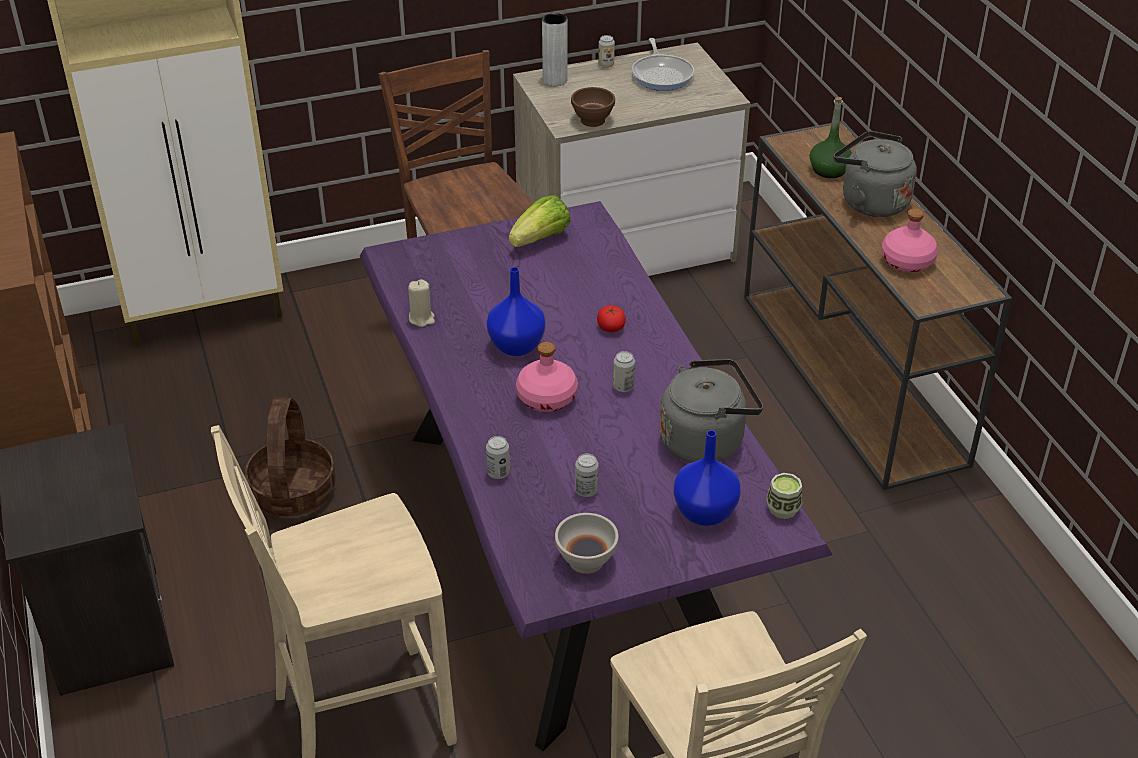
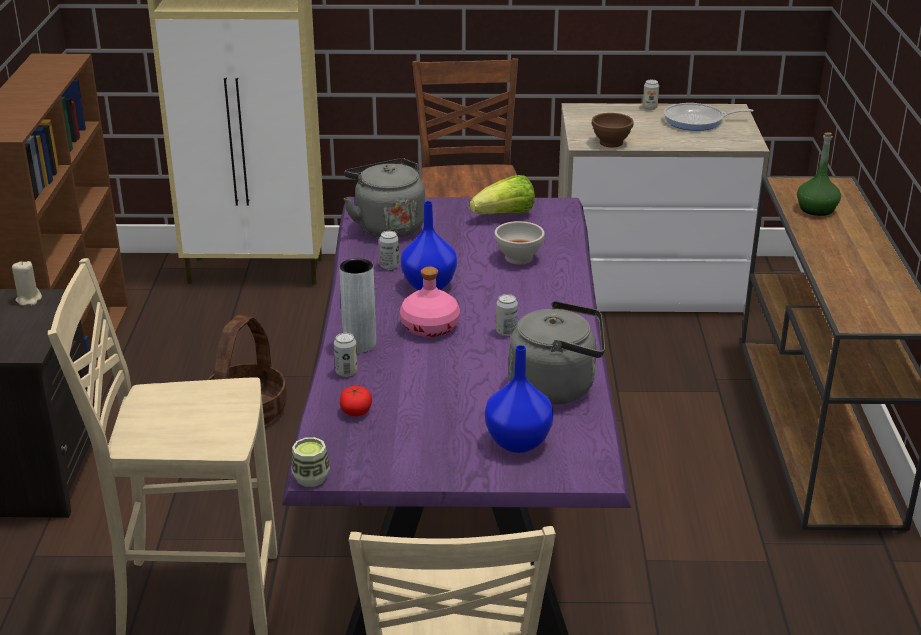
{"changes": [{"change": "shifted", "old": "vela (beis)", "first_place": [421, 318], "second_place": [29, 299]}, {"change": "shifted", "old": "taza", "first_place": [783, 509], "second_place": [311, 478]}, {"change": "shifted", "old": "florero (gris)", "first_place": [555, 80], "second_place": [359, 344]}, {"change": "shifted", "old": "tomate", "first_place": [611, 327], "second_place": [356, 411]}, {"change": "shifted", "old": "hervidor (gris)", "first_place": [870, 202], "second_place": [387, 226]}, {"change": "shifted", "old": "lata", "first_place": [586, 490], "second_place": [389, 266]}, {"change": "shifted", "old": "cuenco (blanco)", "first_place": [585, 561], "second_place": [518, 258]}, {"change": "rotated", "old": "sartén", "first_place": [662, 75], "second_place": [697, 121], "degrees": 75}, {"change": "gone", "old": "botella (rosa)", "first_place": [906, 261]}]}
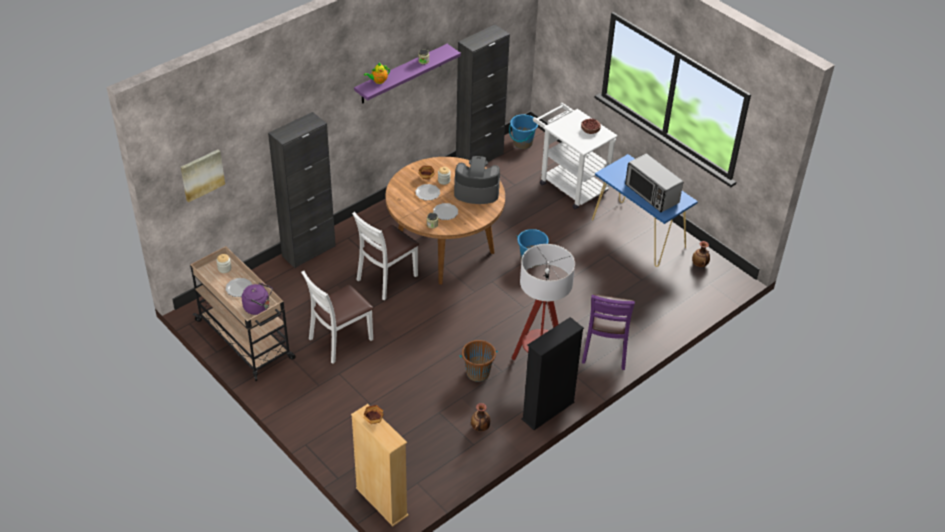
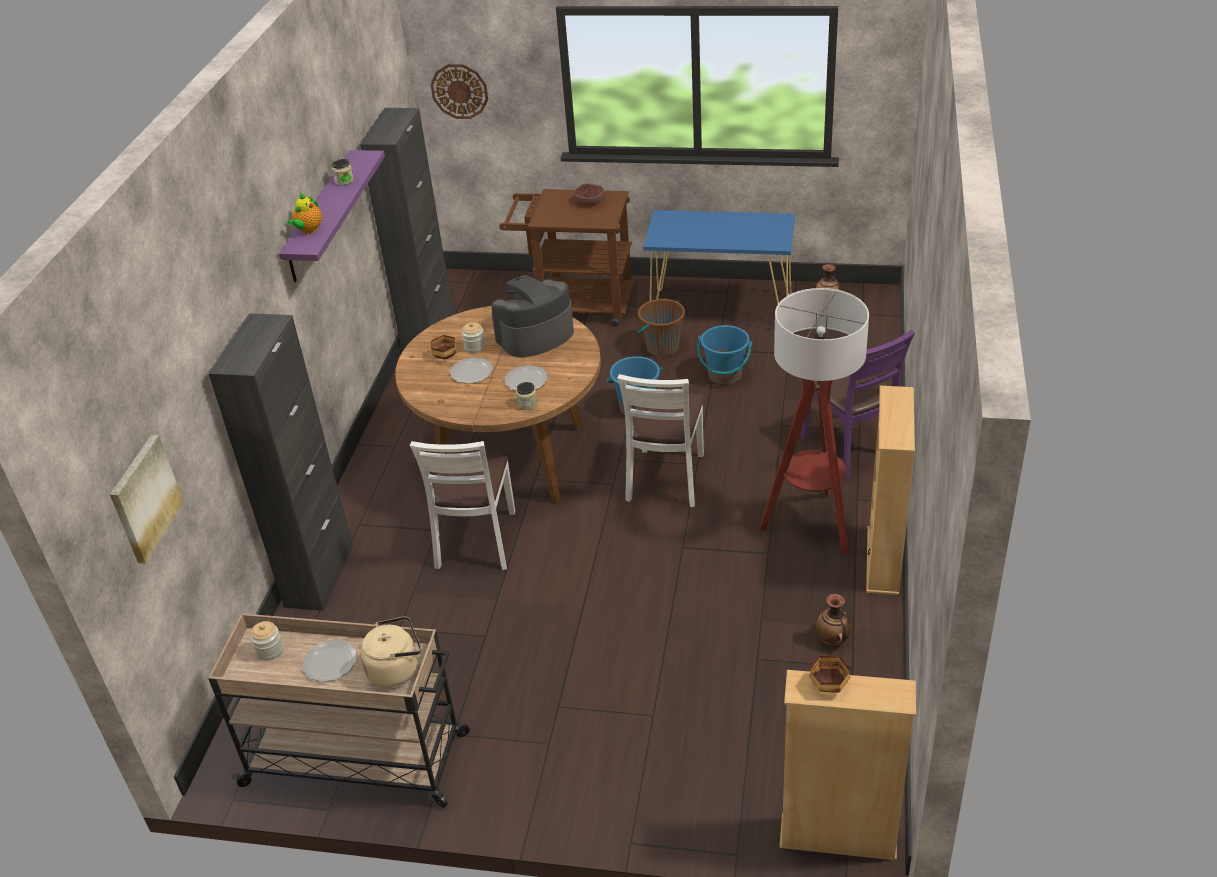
{"changes": [{"change": "repainted", "old": "hervidor (morado)", "new": "hervidor (beis)", "first_place": [258, 307], "second_place": [396, 669]}, {"change": "new", "new": "reloj de pared", "second_place": [459, 91]}, {"change": "repainted", "old": "carrito (blanco)", "new": "carrito (marrón)", "first_place": [569, 184], "second_place": [576, 305]}, {"change": "shifted", "old": "silla (blanco)", "first_place": [340, 340], "second_place": [666, 478]}, {"change": "shifted", "old": "cubo (marrón)", "first_place": [478, 373], "second_place": [662, 347]}, {"change": "shifted", "old": "cubo (azul)", "first_place": [522, 143], "second_place": [725, 375]}, {"change": "repainted", "old": "estantería (negro)", "new": "estantería (beis)", "first_place": [548, 411], "second_place": [883, 560]}, {"change": "gone", "old": "microondas", "first_place": [651, 194]}]}
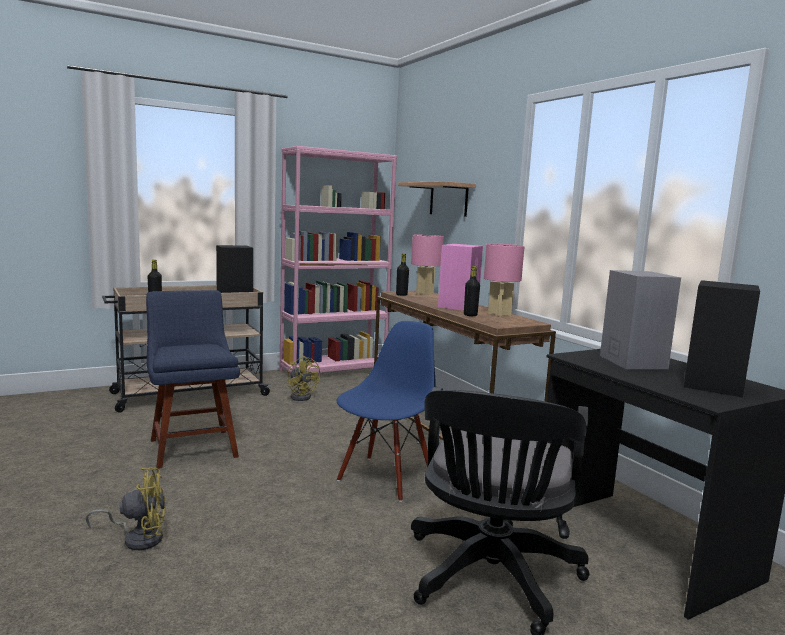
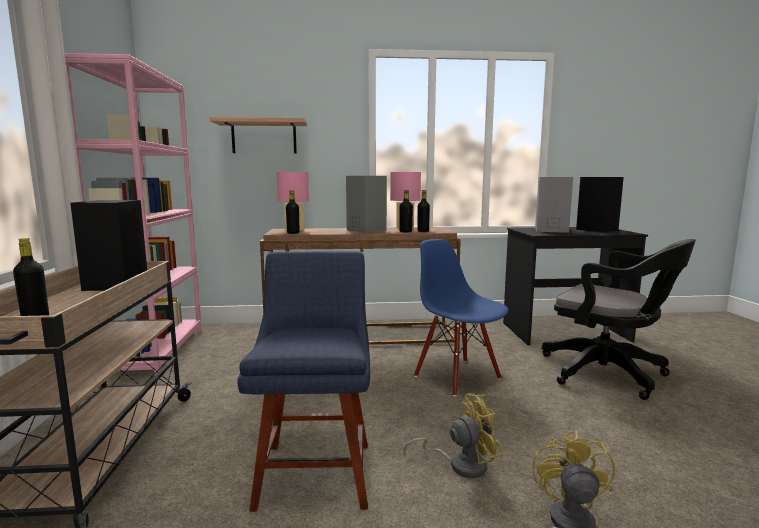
{"changes": [{"change": "rotated", "old": "silla (azul)", "first_place": [192, 446], "second_place": [316, 469], "degrees": 90}, {"change": "repainted", "old": "altavoz (rosa)", "new": "altavoz (gris)", "first_place": [458, 306], "second_place": [365, 230]}, {"change": "shifted", "old": "ventilador (amarillo)", "first_place": [302, 396], "second_place": [460, 464]}, {"change": "new", "new": "botella (negro)", "second_place": [423, 231]}]}
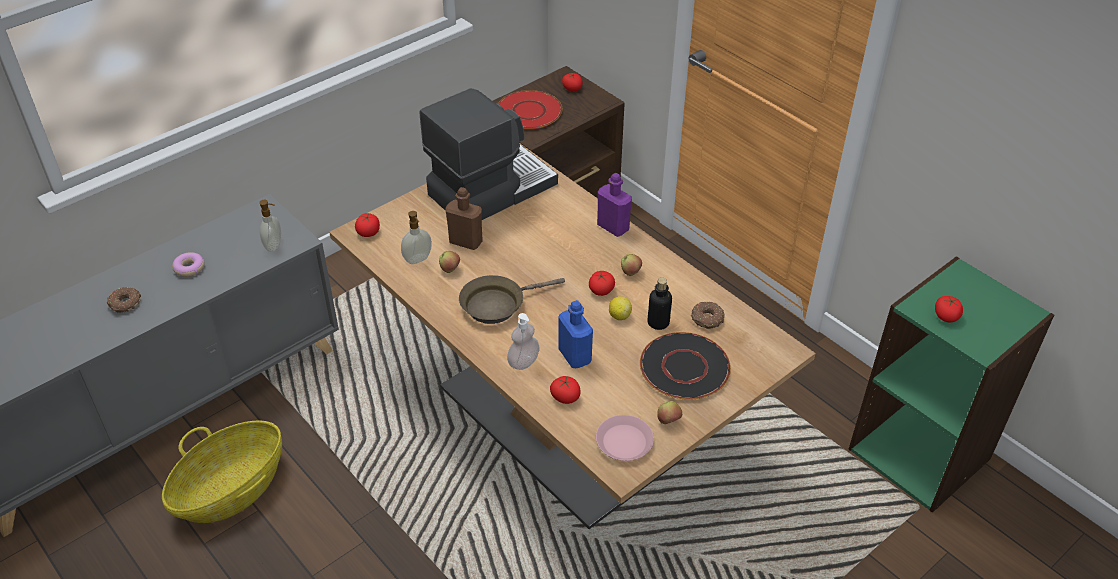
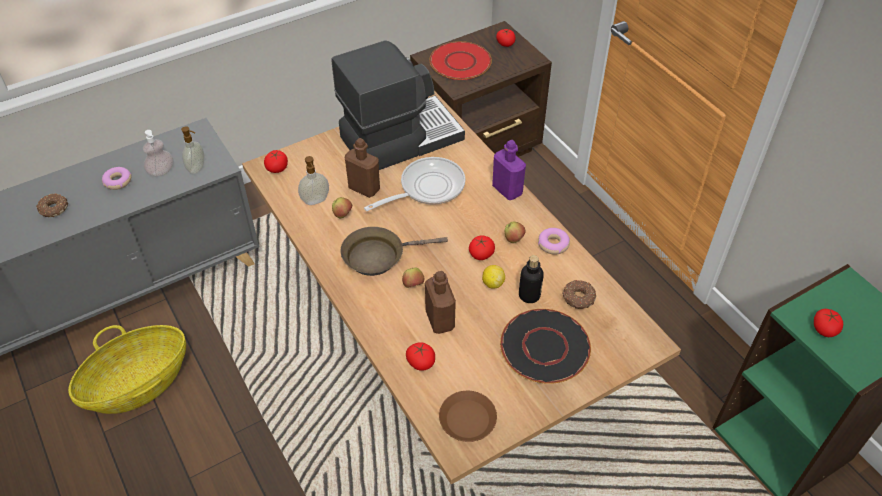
{"changes": [{"change": "shifted", "old": "dispensador de jabón", "first_place": [523, 362], "second_place": [161, 171]}, {"change": "new", "new": "sartén", "second_place": [427, 188]}, {"change": "shifted", "old": "manzana", "first_place": [668, 421], "second_place": [413, 285]}, {"change": "repainted", "old": "botella (azul)", "new": "botella (marrón)", "first_place": [574, 356], "second_place": [440, 320]}, {"change": "repainted", "old": "plato (rosa)", "new": "plato (marrón)", "first_place": [624, 442], "second_place": [468, 419]}, {"change": "new", "new": "rosquilla", "second_place": [553, 244]}]}
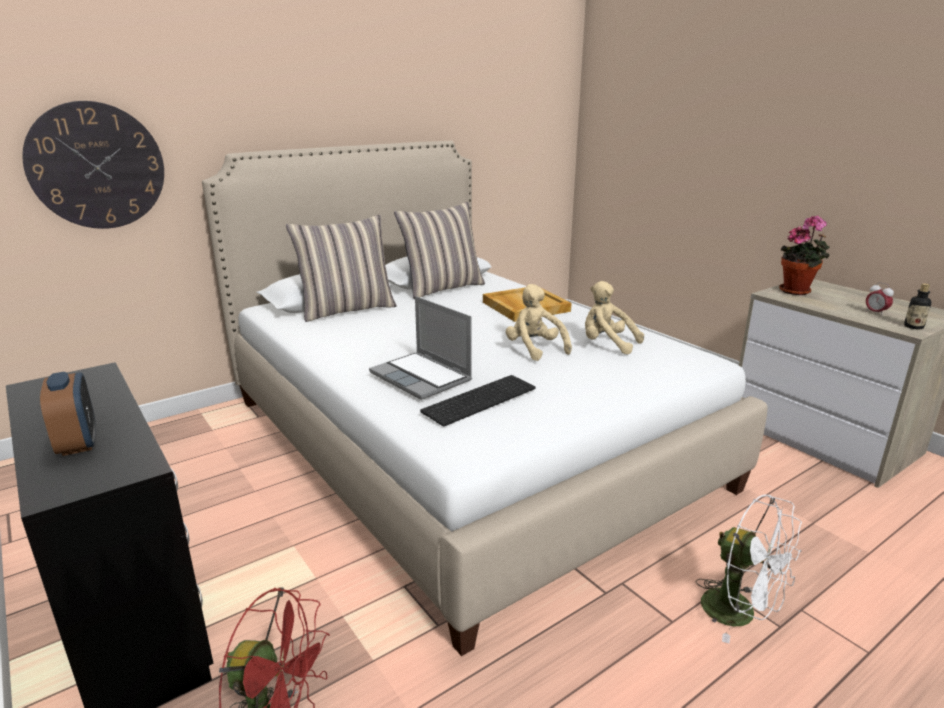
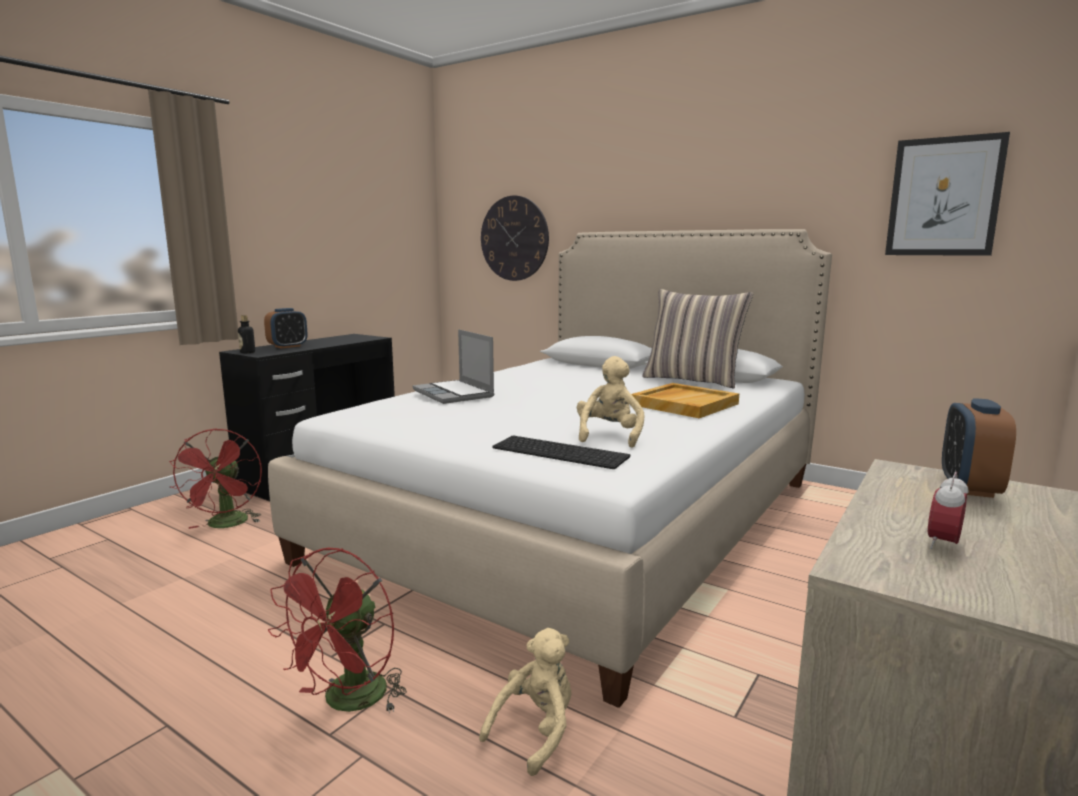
{"changes": [{"change": "shifted", "old": "botella", "first_place": [913, 327], "second_place": [247, 352]}, {"change": "repainted", "old": "ventilador (blanco)", "new": "ventilador (rojo)", "first_place": [740, 613], "second_place": [348, 702]}, {"change": "rotated", "old": "portátil", "first_place": [422, 377], "second_place": [454, 394], "degrees": -60}, {"change": "shifted", "old": "peluche (beis)", "first_place": [535, 349], "second_place": [535, 731]}, {"change": "shifted", "old": "teclado", "first_place": [479, 398], "second_place": [562, 452]}, {"change": "new", "new": "cuadro", "second_place": [944, 197]}, {"change": "swapped", "old": "planta en maceta", "new": "despertador", "first_place": [797, 291], "second_place": [969, 487]}, {"change": "gone", "old": "cojín", "first_place": [347, 309]}]}
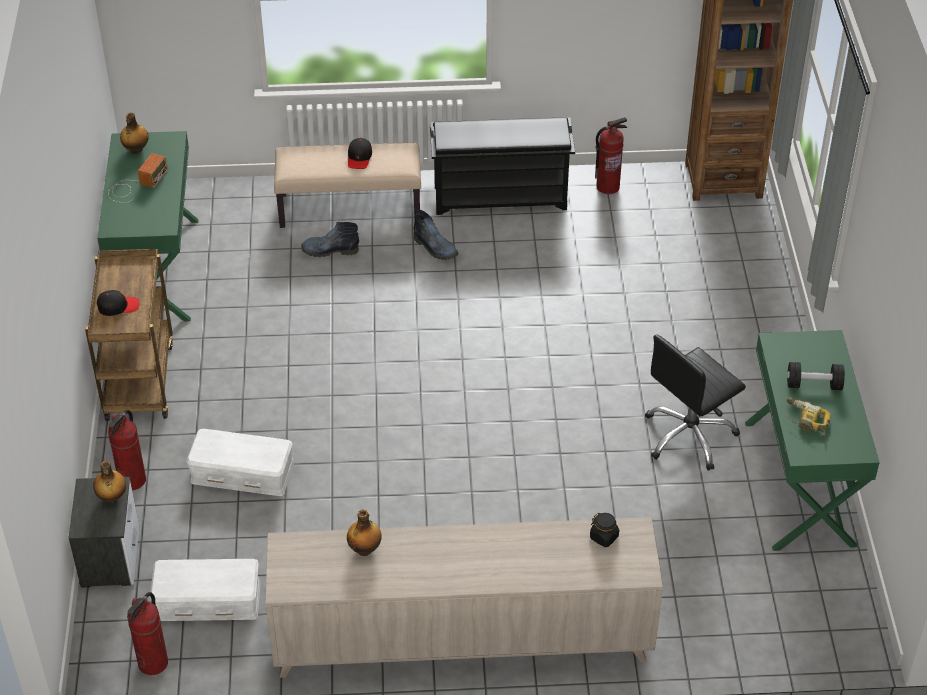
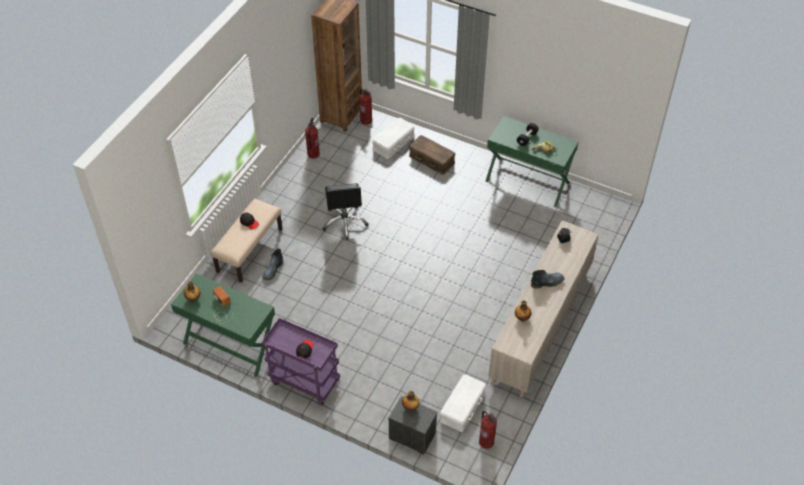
{"changes": [{"change": "repainted", "old": "carrito (marrón)", "new": "carrito (morado)", "first_place": [138, 380], "second_place": [303, 381]}, {"change": "shifted", "old": "silla de oficina (negro)", "first_place": [689, 436], "second_place": [345, 222]}, {"change": "shifted", "old": "extintor", "first_place": [132, 480], "second_place": [366, 120]}, {"change": "shifted", "old": "caja de almacenaje (blanco)", "first_place": [242, 471], "second_place": [393, 142]}, {"change": "new", "new": "caja de almacenaje (marrón)", "second_place": [432, 159]}, {"change": "shifted", "old": "bota", "first_place": [436, 248], "second_place": [547, 282]}, {"change": "gone", "old": "zapatero (negro)", "first_place": [501, 197]}]}
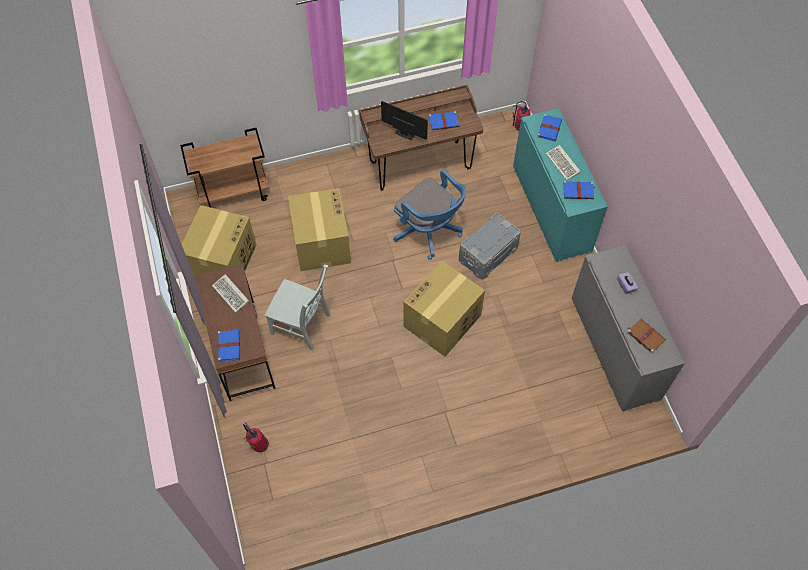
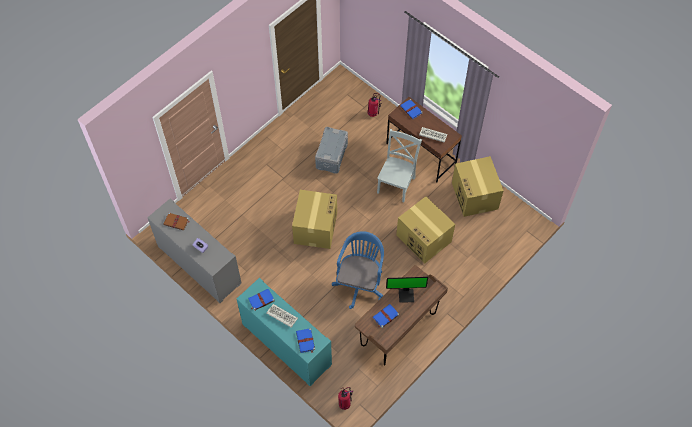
{"changes": [{"change": "shifted", "old": "caja de almacenaje (gris)", "first_place": [487, 254], "second_place": [332, 156]}, {"change": "rotated", "old": "silla de oficina (azul)", "first_place": [429, 232], "second_place": [360, 282], "degrees": 90}, {"change": "rotated", "old": "silla (gris)", "first_place": [303, 325], "second_place": [397, 183], "degrees": 120}, {"change": "gone", "old": "carrito (marrón)", "first_place": [234, 192]}]}
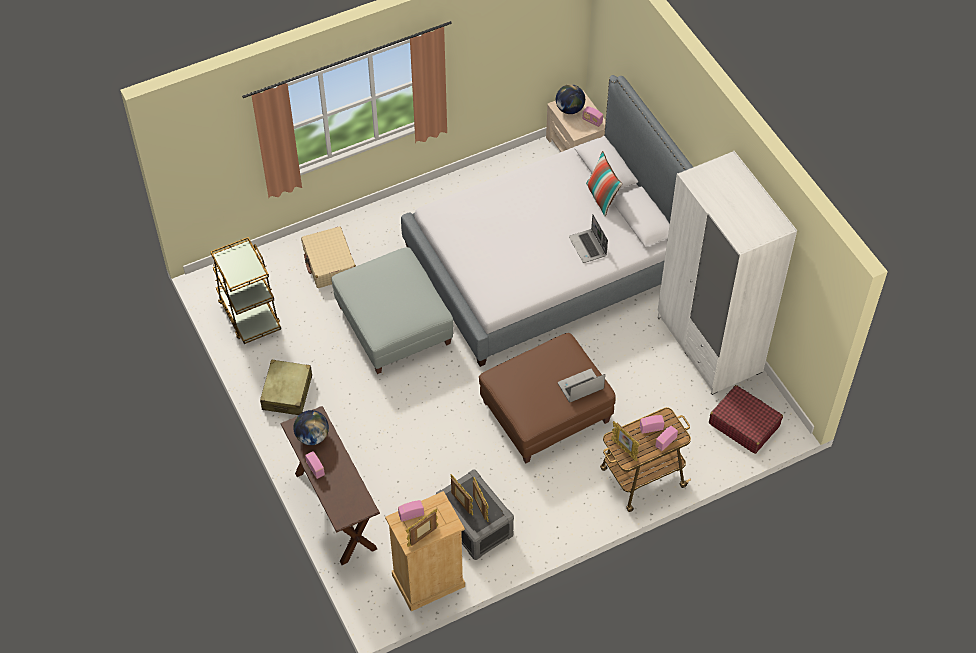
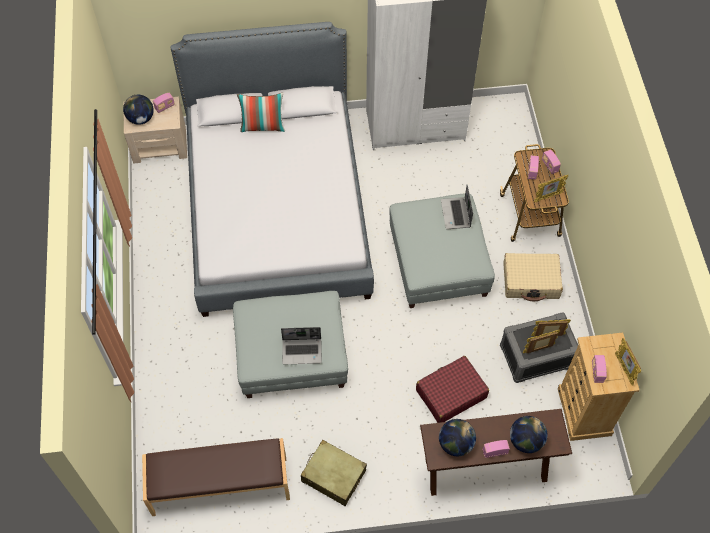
{"changes": [{"change": "swapped", "old": "carrito (marrón)", "new": "banco (marrón)", "first_place": [249, 314], "second_place": [220, 486]}, {"change": "shifted", "old": "portátil", "first_place": [588, 247], "second_place": [302, 351]}, {"change": "repainted", "old": "puf (marrón)", "new": "puf (gris)", "first_place": [545, 412], "second_place": [439, 263]}, {"change": "shifted", "old": "maleta (rojo)", "first_place": [744, 424], "second_place": [450, 394]}, {"change": "shifted", "old": "maleta (beis)", "first_place": [329, 263], "second_place": [531, 281]}, {"change": "new", "new": "globo terráqueo", "second_place": [525, 441]}]}
